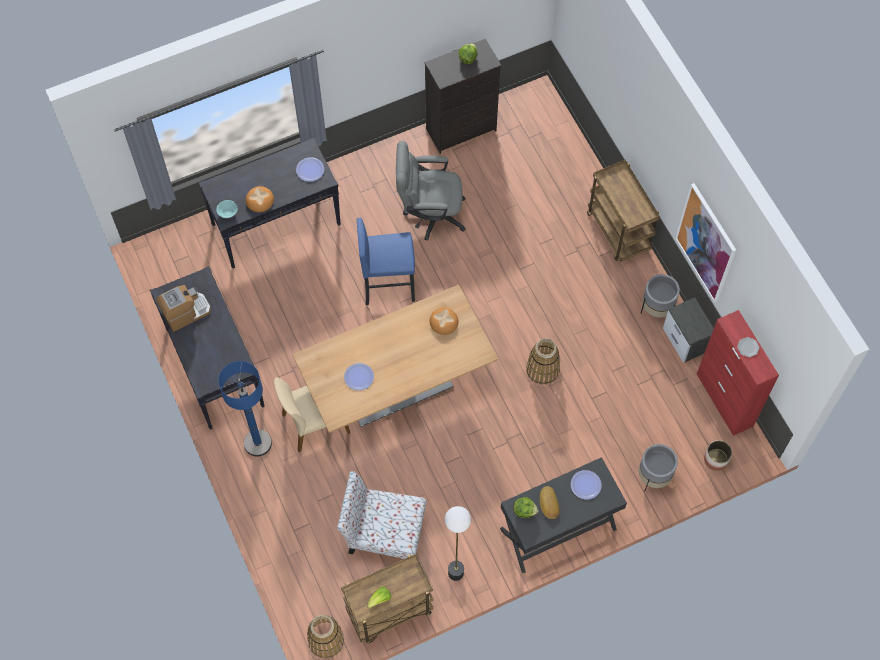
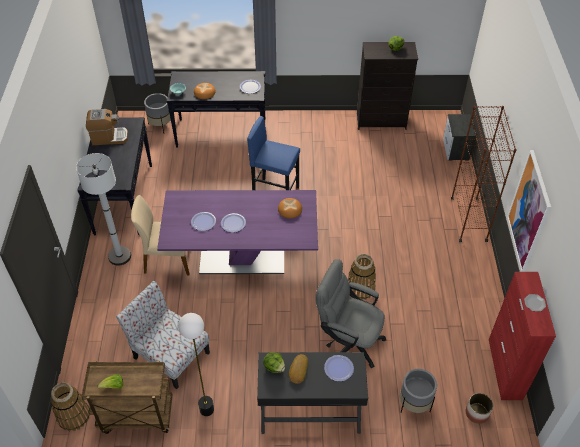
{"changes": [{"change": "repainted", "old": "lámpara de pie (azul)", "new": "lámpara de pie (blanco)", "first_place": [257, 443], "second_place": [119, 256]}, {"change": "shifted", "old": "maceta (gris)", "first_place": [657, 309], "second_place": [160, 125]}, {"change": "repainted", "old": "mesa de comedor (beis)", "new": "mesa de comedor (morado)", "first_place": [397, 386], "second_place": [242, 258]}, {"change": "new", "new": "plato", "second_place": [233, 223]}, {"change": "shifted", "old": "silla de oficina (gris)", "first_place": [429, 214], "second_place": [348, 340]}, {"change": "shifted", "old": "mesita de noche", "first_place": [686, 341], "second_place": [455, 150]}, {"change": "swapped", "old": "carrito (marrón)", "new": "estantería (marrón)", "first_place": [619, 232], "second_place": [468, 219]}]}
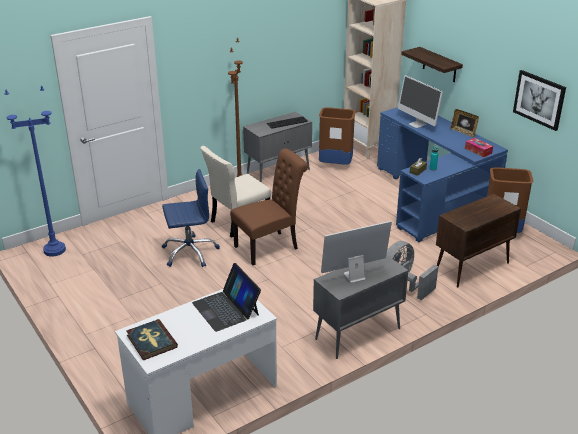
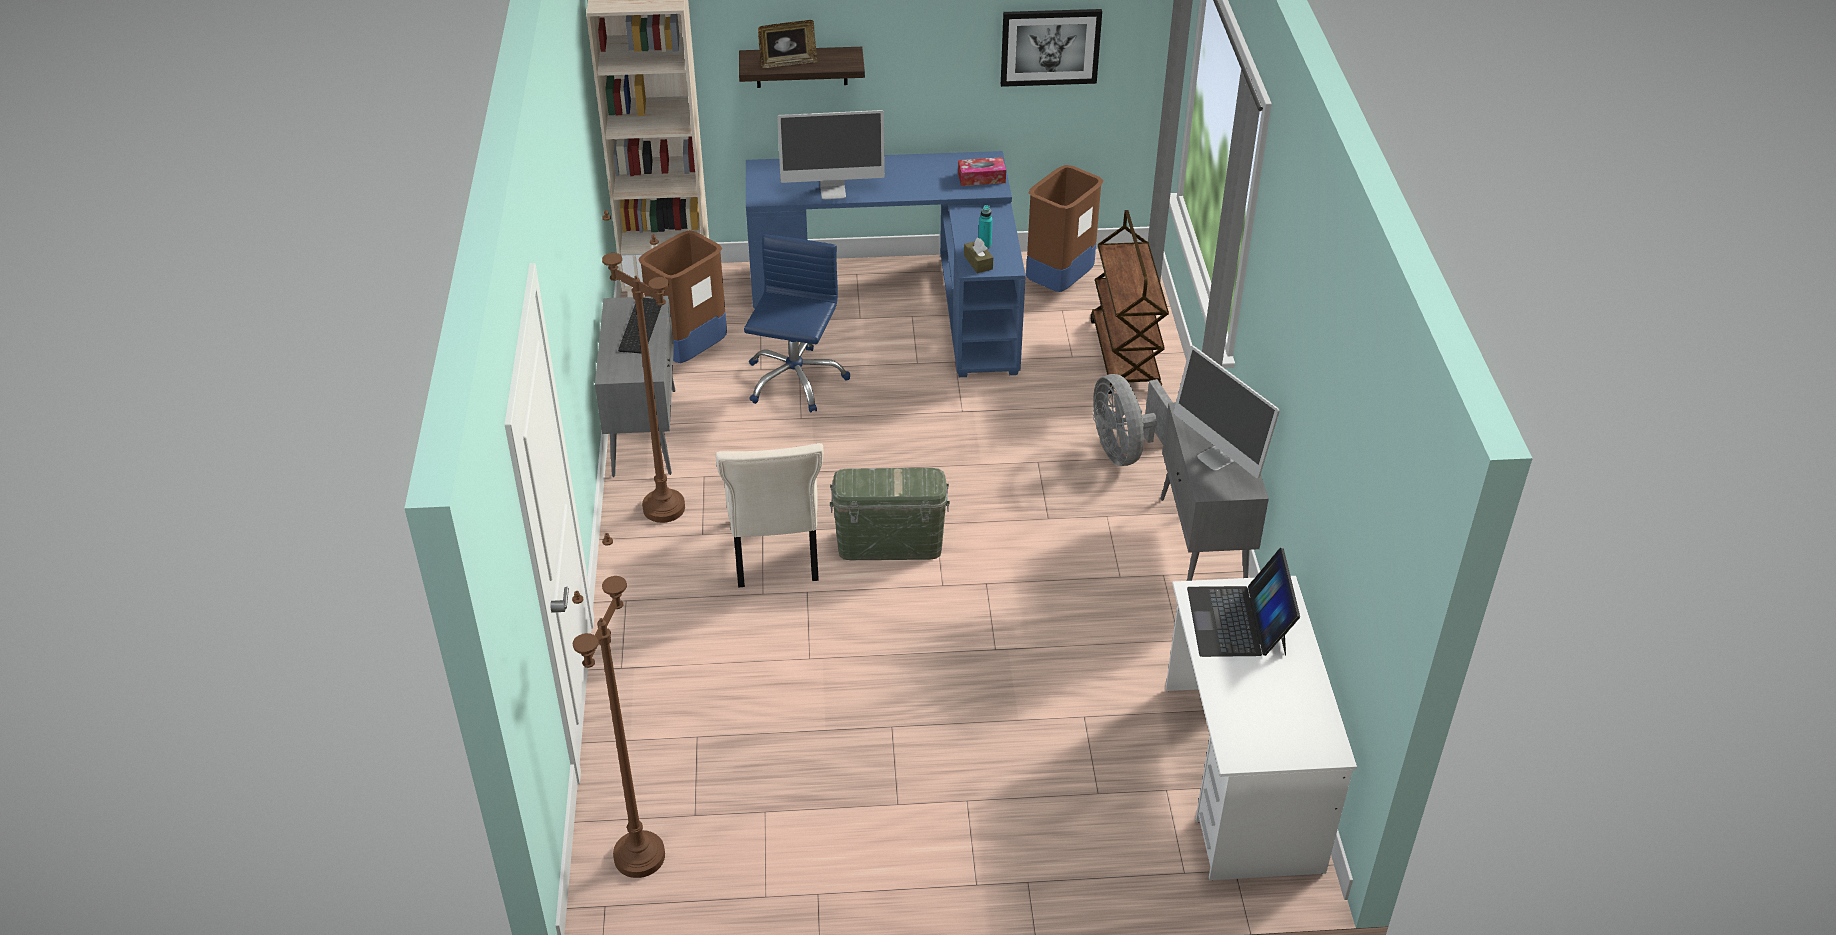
{"changes": [{"change": "repainted", "old": "lámpara de pie (azul)", "new": "lámpara de pie (marrón)", "first_place": [54, 250], "second_place": [639, 857]}, {"change": "shifted", "old": "silla de oficina (azul)", "first_place": [190, 252], "second_place": [795, 380]}, {"change": "shifted", "old": "portarretratos", "first_place": [463, 132], "second_place": [788, 62]}, {"change": "swapped", "old": "silla (marrón)", "new": "caja de almacenaje (verde)", "first_place": [270, 247], "second_place": [890, 543]}, {"change": "swapped", "old": "armario (marrón)", "new": "carrito (marrón)", "first_place": [471, 268], "second_place": [1125, 357]}, {"change": "rotated", "old": "monitor", "first_place": [354, 276], "second_place": [1217, 458], "degrees": -45}, {"change": "rotated", "old": "portátil", "first_place": [226, 308], "second_place": [1238, 621], "degrees": 90}, {"change": "gone", "old": "libro", "first_place": [151, 341]}]}
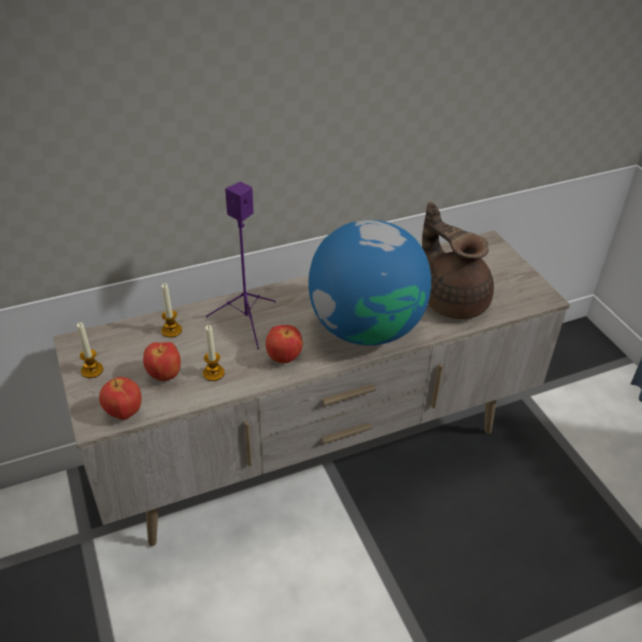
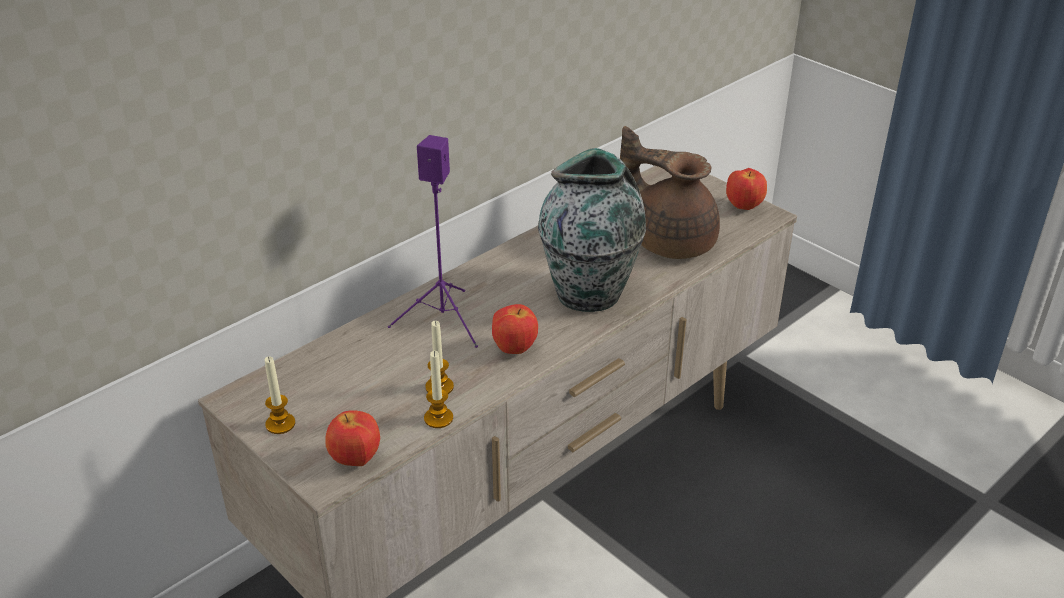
{"changes": [{"change": "shifted", "old": "vela", "first_place": [171, 330], "second_place": [438, 418]}, {"change": "swapped", "old": "globo terráqueo", "new": "florero", "first_place": [366, 328], "second_place": [590, 293]}, {"change": "shifted", "old": "manzana", "first_place": [165, 375], "second_place": [744, 207]}]}
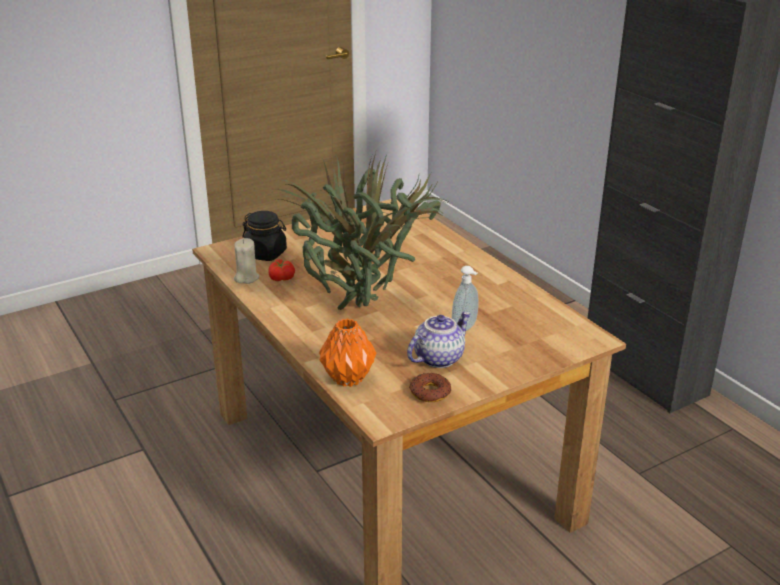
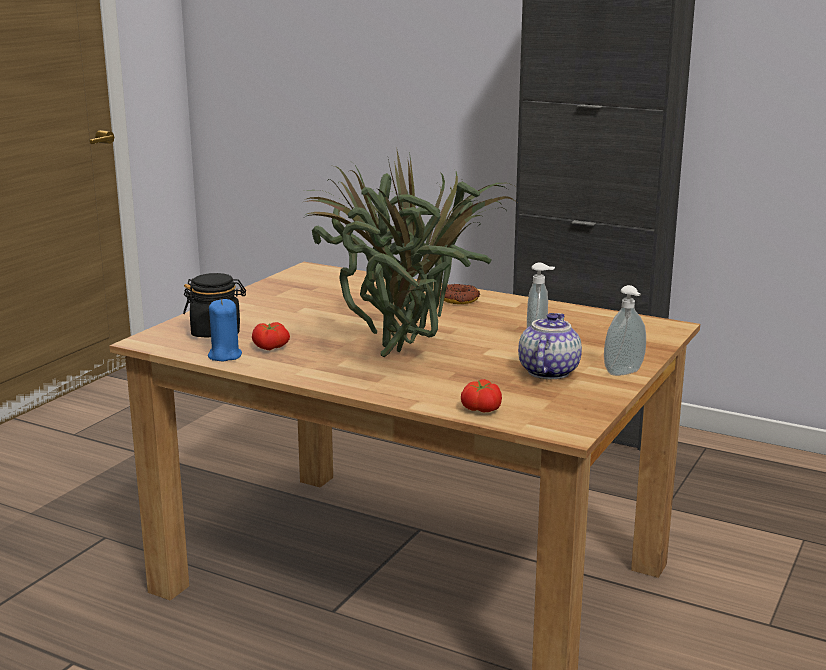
{"changes": [{"change": "repainted", "old": "vela (beis)", "new": "vela (azul)", "first_place": [246, 278], "second_place": [224, 355]}, {"change": "shifted", "old": "rosquilla", "first_place": [430, 392], "second_place": [459, 299]}, {"change": "swapped", "old": "florero (naranja)", "new": "tomate", "first_place": [347, 379], "second_place": [480, 409]}, {"change": "new", "new": "dispensador de jabón", "second_place": [624, 373]}]}
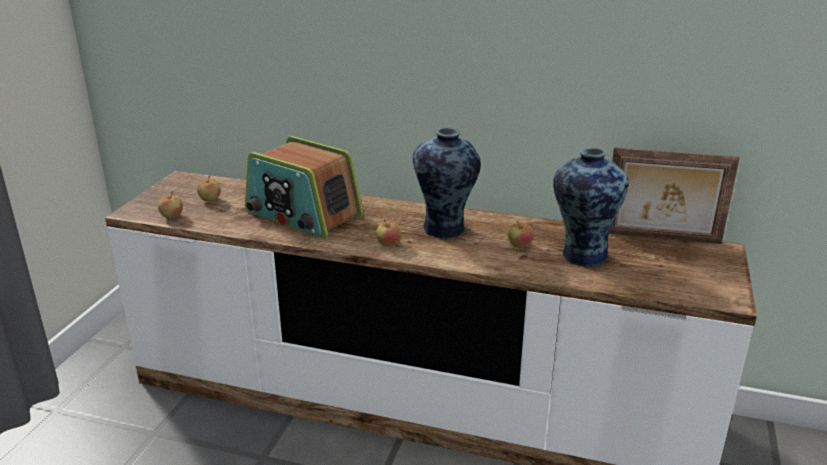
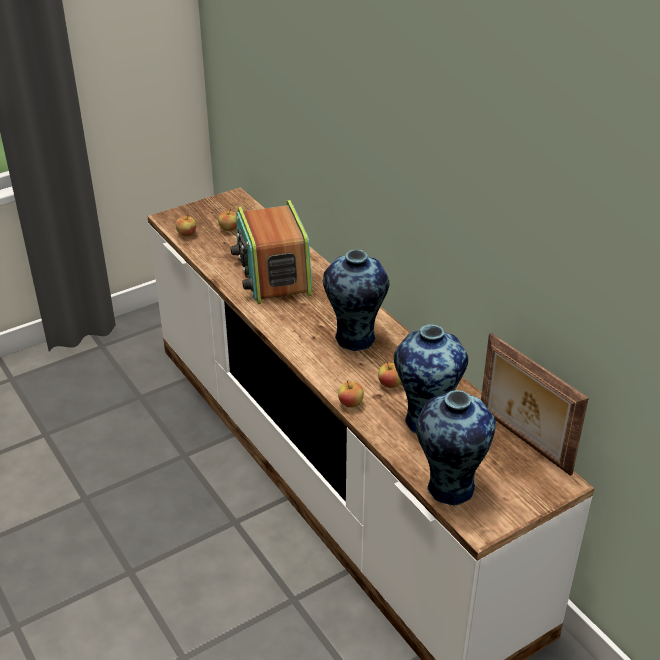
{"changes": [{"change": "shifted", "old": "manzana", "first_place": [389, 244], "second_place": [350, 404]}, {"change": "new", "new": "florero", "second_place": [448, 488]}]}
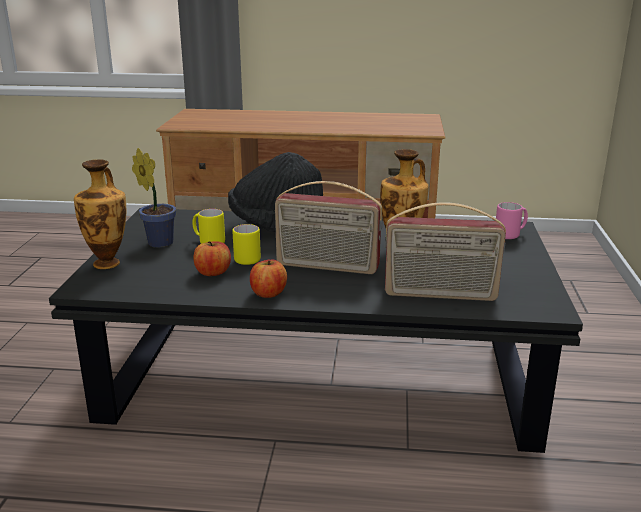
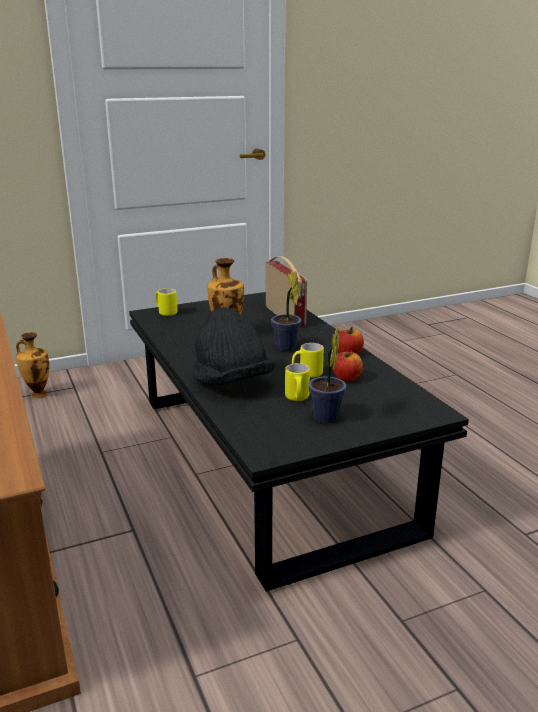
{"changes": [{"change": "shifted", "old": "florero", "first_place": [108, 263], "second_place": [38, 394]}, {"change": "repainted", "old": "taza grande (rosa)", "new": "taza grande (amarillo)", "first_place": [510, 235], "second_place": [165, 312]}, {"change": "swapped", "old": "radio", "new": "planta en maceta", "first_place": [327, 267], "second_place": [286, 348]}]}
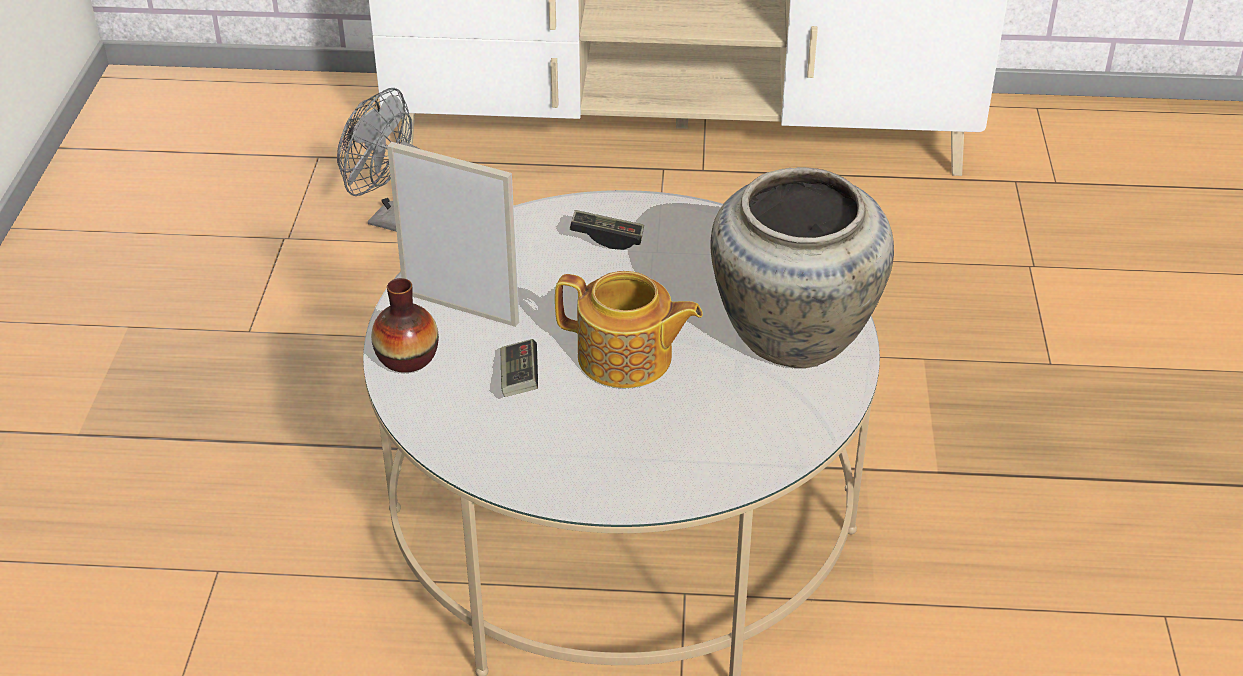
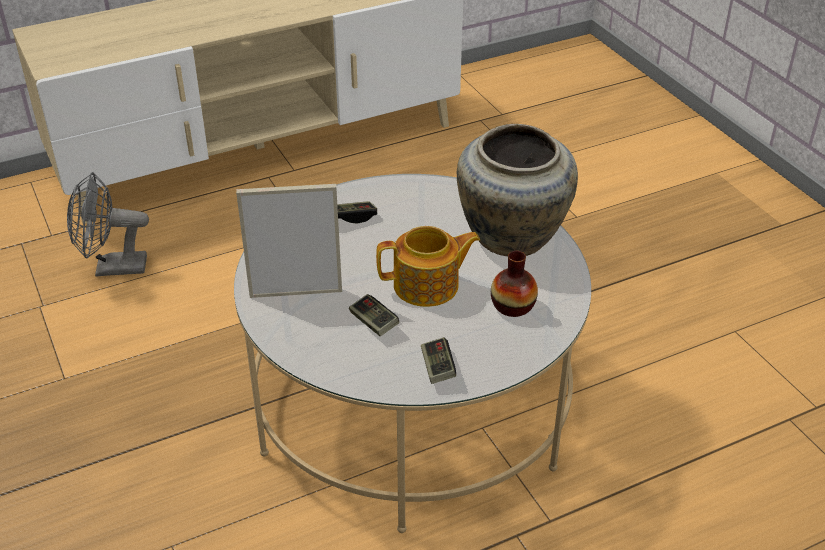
{"changes": [{"change": "new", "new": "mando de consola", "second_place": [437, 368]}, {"change": "shifted", "old": "florero", "first_place": [407, 358], "second_place": [512, 306]}]}
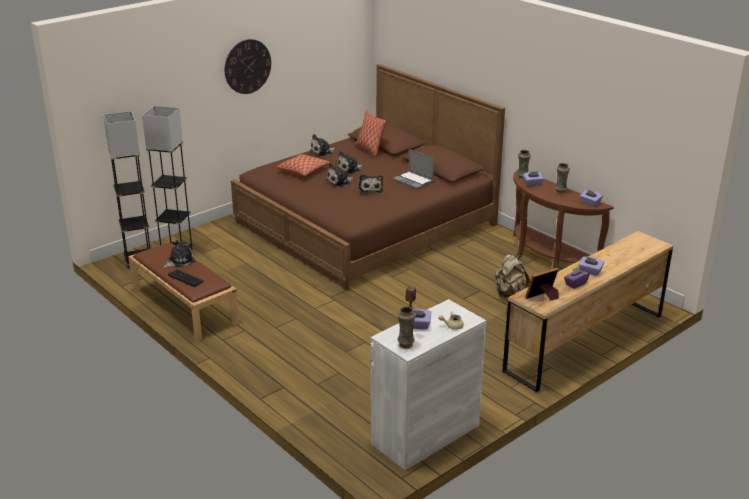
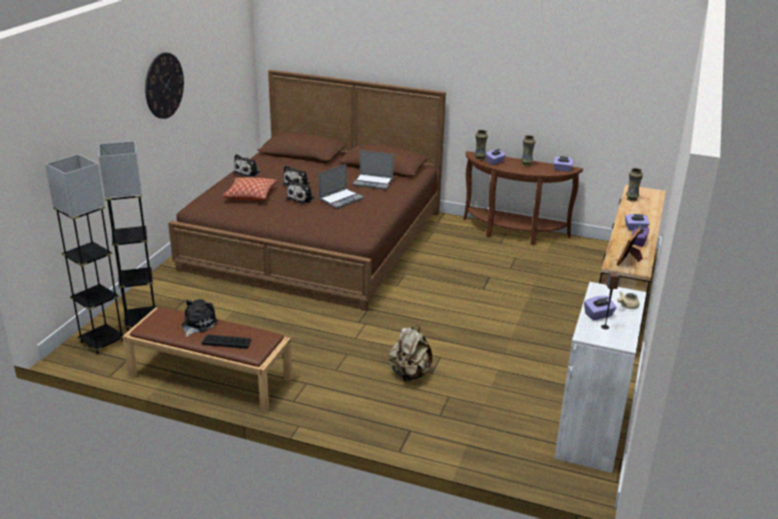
{"changes": [{"change": "swapped", "old": "peluche", "new": "portátil", "first_place": [370, 189], "second_place": [341, 199]}, {"change": "shifted", "old": "mochila (beis)", "first_place": [509, 294], "second_place": [409, 374]}, {"change": "shifted", "old": "florero", "first_place": [406, 344], "second_place": [631, 199]}, {"change": "gone", "old": "cojín", "first_place": [370, 150]}]}
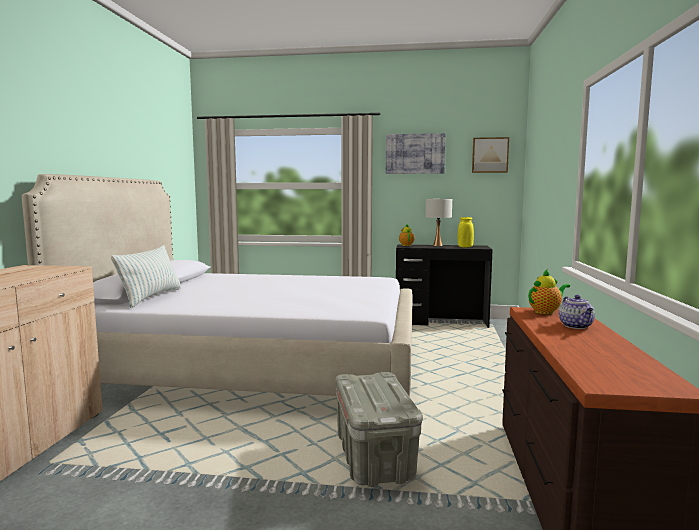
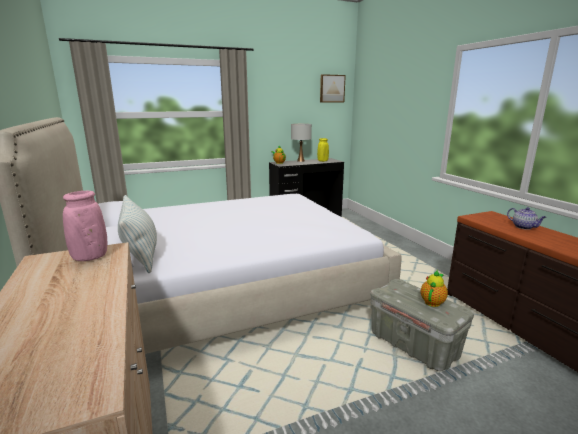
{"changes": [{"change": "new", "new": "florero (rosa)", "second_place": [90, 257]}, {"change": "shifted", "old": "tetera", "first_place": [546, 311], "second_place": [433, 301]}, {"change": "gone", "old": "cuadro", "first_place": [415, 154]}]}
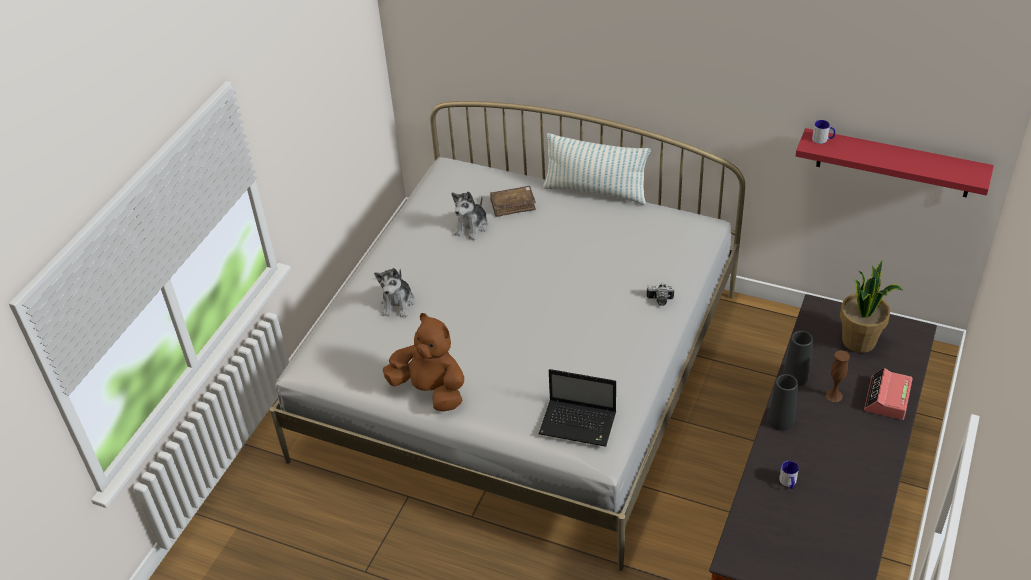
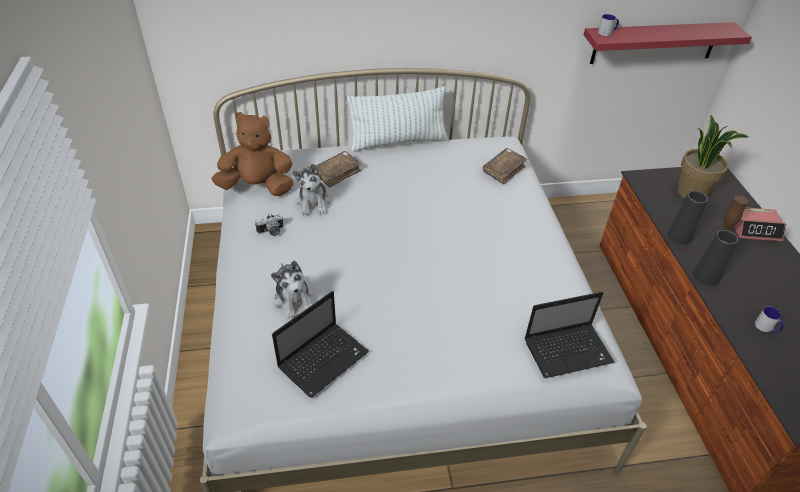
{"changes": [{"change": "shifted", "old": "peluche (marrón)", "first_place": [430, 390], "second_place": [258, 187]}, {"change": "shifted", "old": "cámara", "first_place": [660, 300], "second_place": [271, 232]}, {"change": "new", "new": "portátil", "second_place": [324, 359]}, {"change": "new", "new": "libro (marrón)", "second_place": [504, 170]}, {"change": "rotated", "old": "despertador", "first_place": [887, 399], "second_place": [755, 229], "degrees": -75}]}
